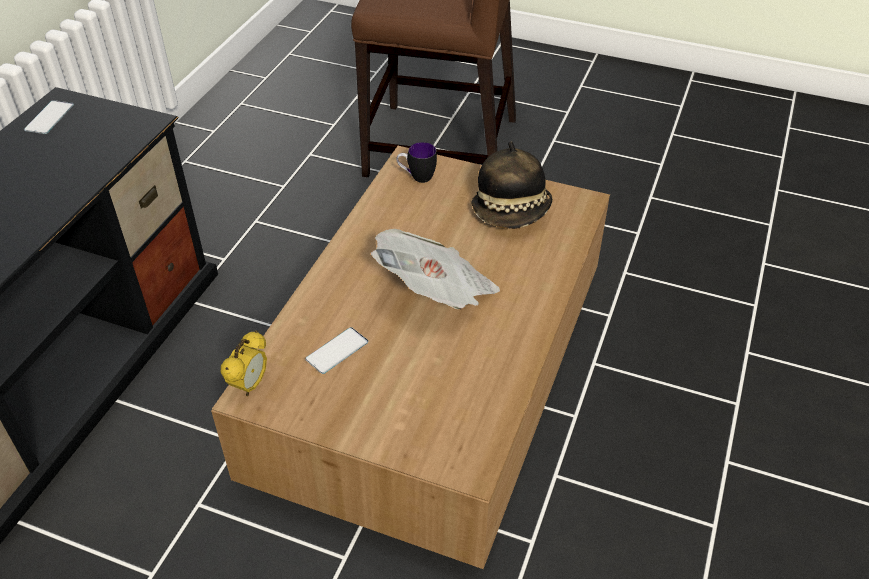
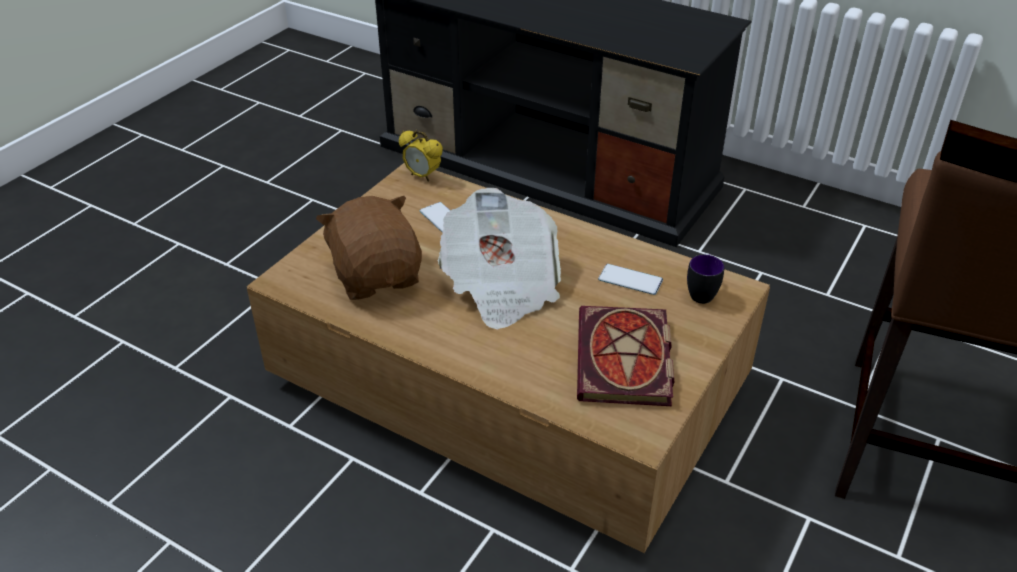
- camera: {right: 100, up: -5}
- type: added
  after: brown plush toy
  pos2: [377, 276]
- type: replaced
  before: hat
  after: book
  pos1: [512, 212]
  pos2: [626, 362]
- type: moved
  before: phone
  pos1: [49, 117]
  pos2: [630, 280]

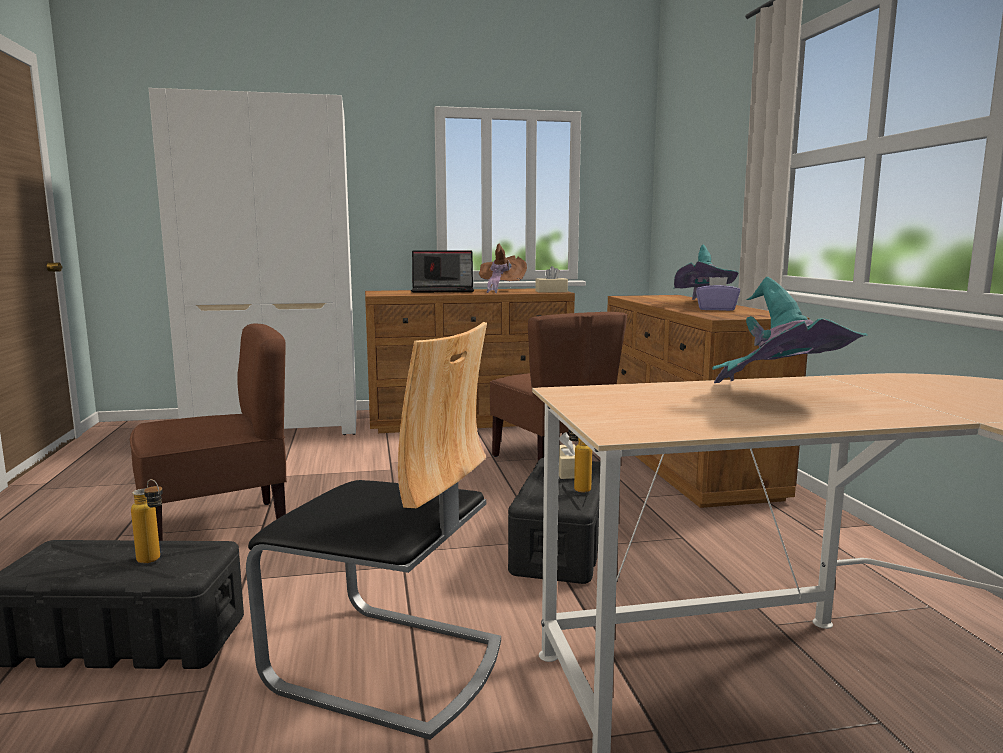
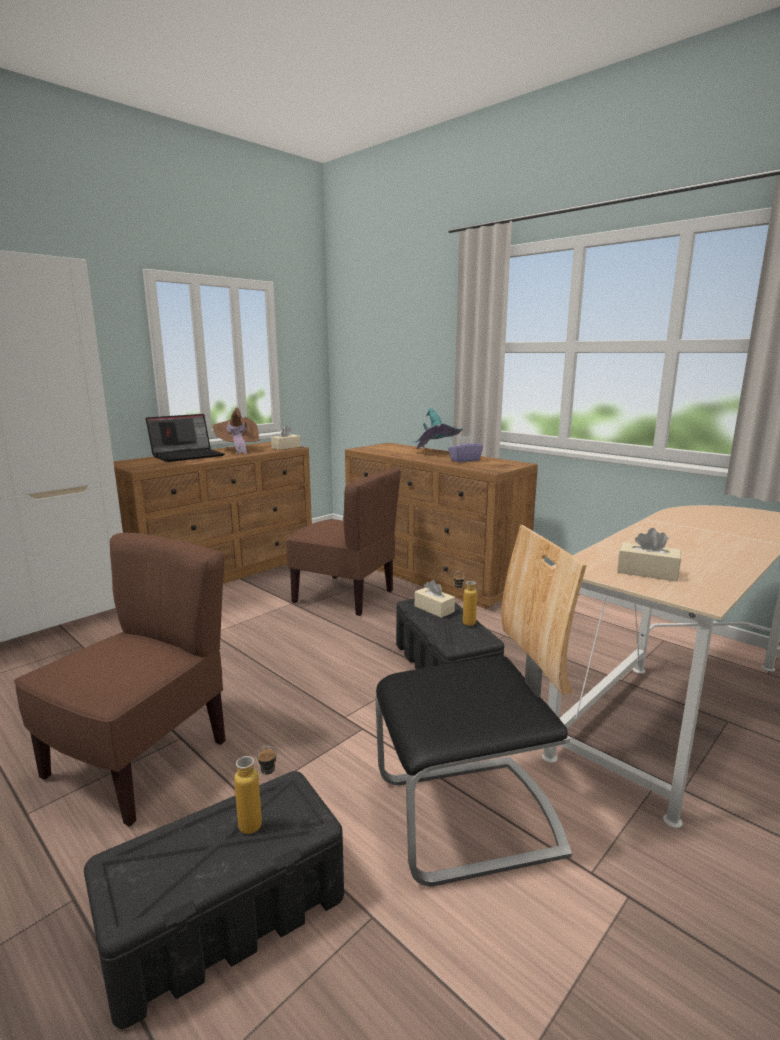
- camera: {right: -35, up: 5}
- type: added
  after: beige tissue box
  pos2: [647, 572]
- type: removed
  before: turquoise hat
  pos1: [779, 398]

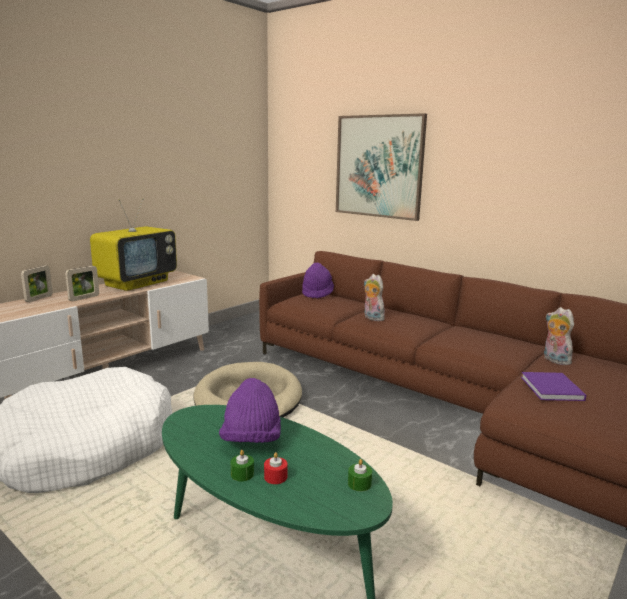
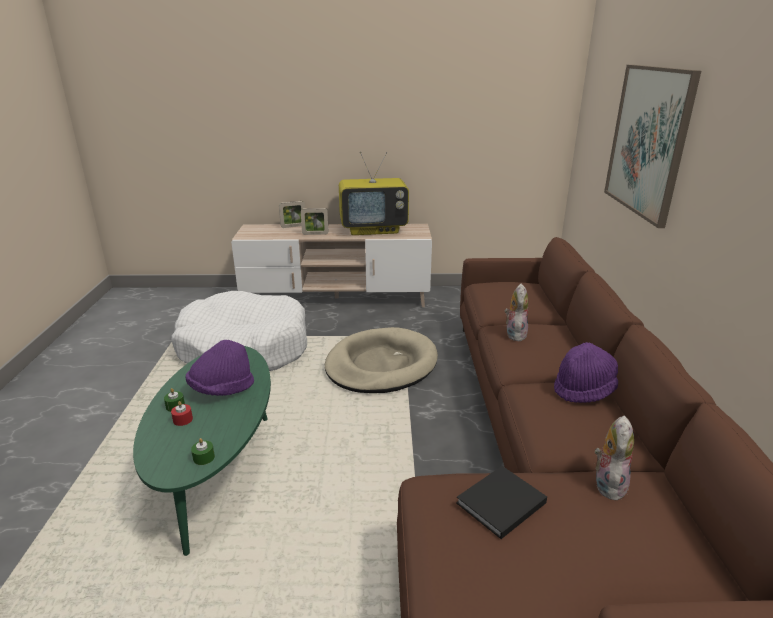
- camera: {right: 50, up: 10}
- type: recoloured
  before: purple book
  after: black book
  pos1: [552, 389]
  pos2: [499, 504]
- type: moved
  before: purple hat
  pos1: [317, 293]
  pos2: [585, 389]

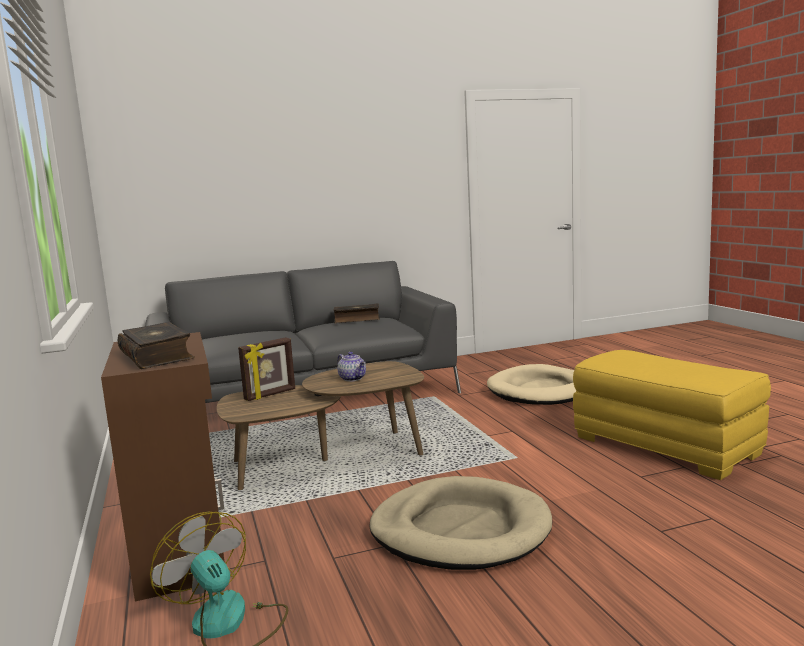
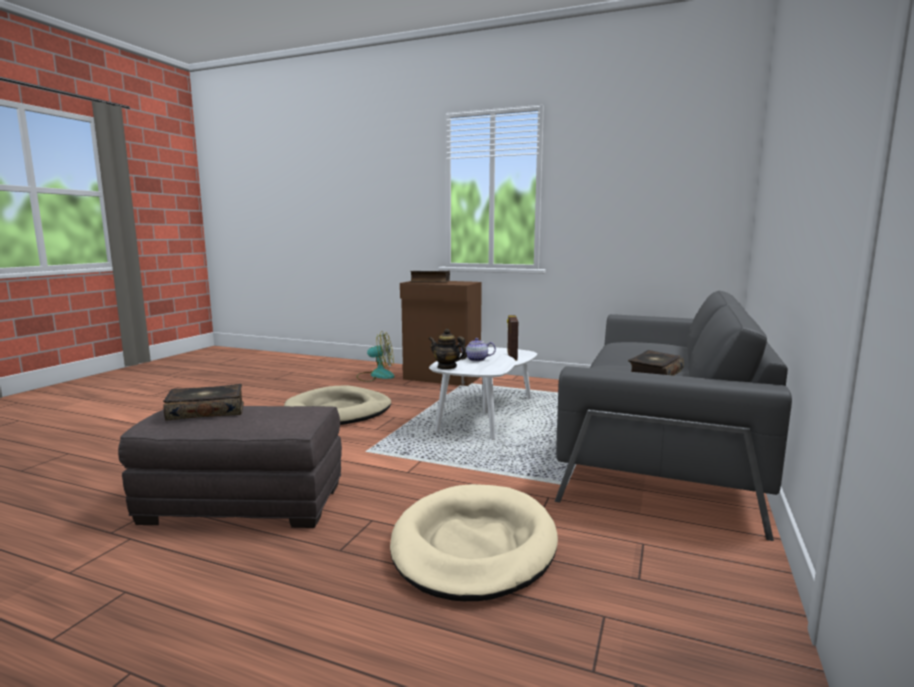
- camera: {right: 130, up: 0}
- type: recoloured
  before: yellow ottoman
  after: grey ottoman
  pos1: [663, 446]
  pos2: [245, 503]
- type: added
  after: book
  pos2: [206, 411]
- type: added
  after: teapot
  pos2: [447, 367]
- type: recoloured
  before: brown coffee table
  after: white coffee table
  pos1: [327, 459]
  pos2: [486, 413]

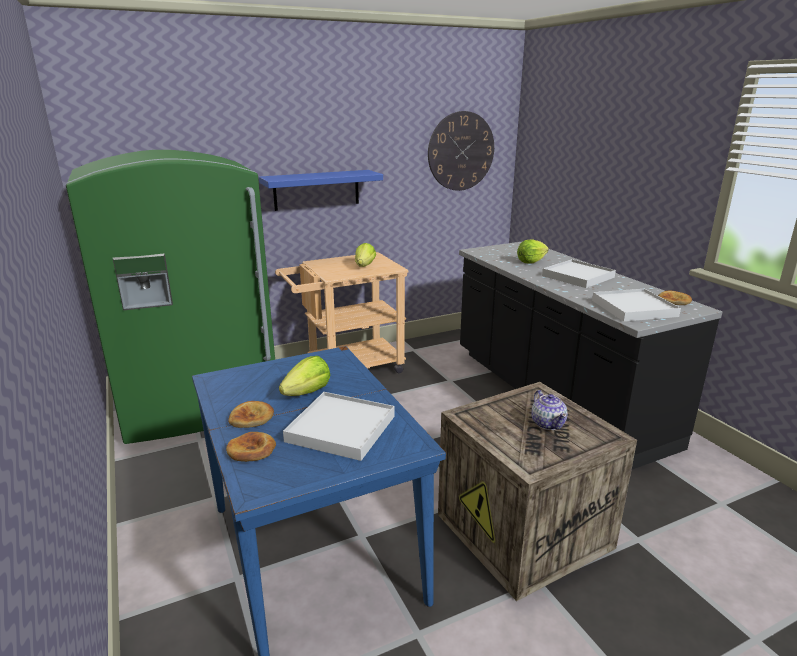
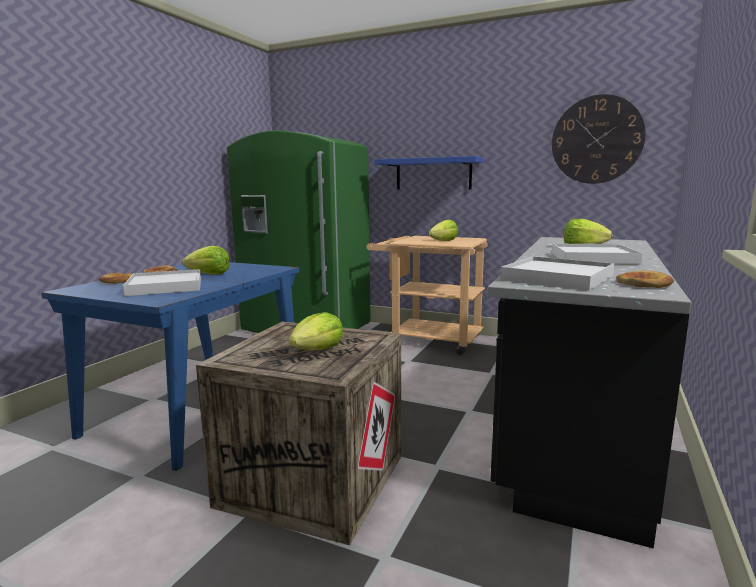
- camera: {right: 50, up: -10}
- type: replaced
  before: teapot
  after: lettuce
  pos1: [548, 423]
  pos2: [318, 350]

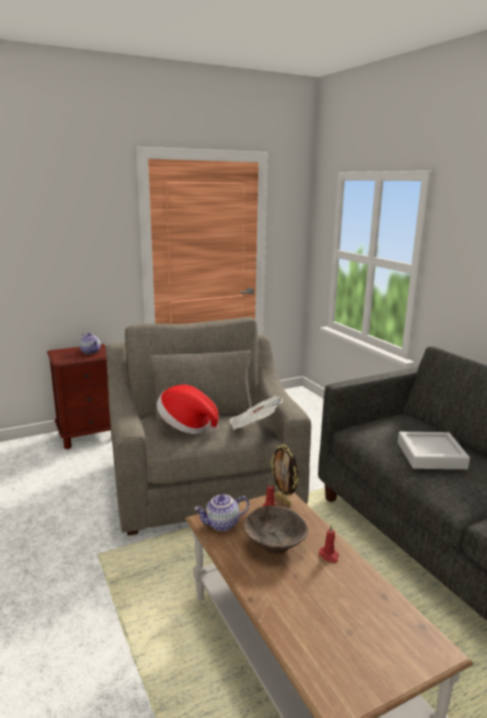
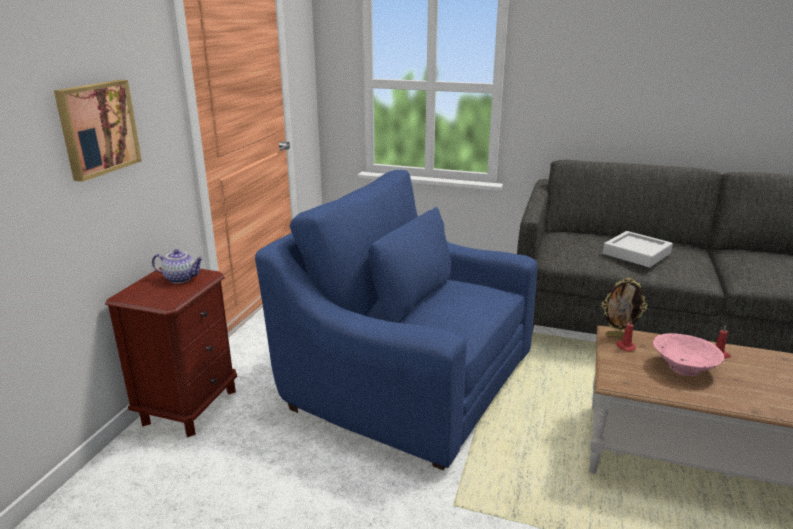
- camera: {right: -45, up: 5}
- type: added
  after: picture
  pos2: [97, 128]
- type: recoloured
  before: grey armchair
  after: blue armchair
  pos1: [202, 480]
  pos2: [407, 380]
- type: recoloured
  before: brown bowl
  after: pink bowl
  pos1: [274, 544]
  pos2: [683, 368]
- type: removed
  before: hat
  pos1: [186, 426]
- type: removed
  before: teapot
  pos1: [222, 524]
- type: removed
  before: newspaper
  pos1: [254, 426]

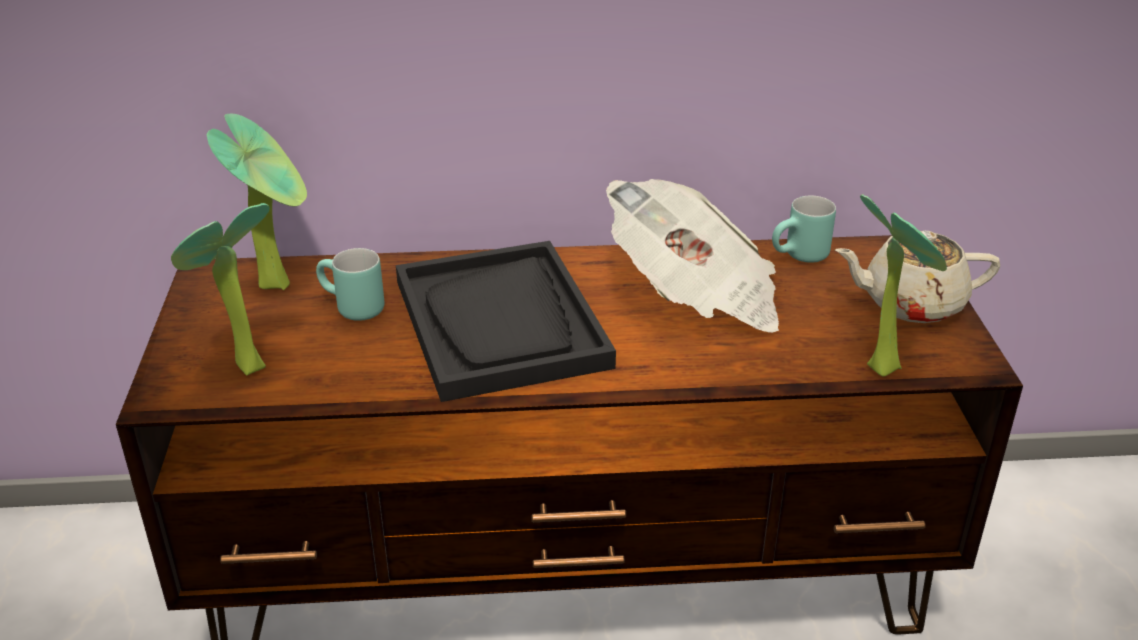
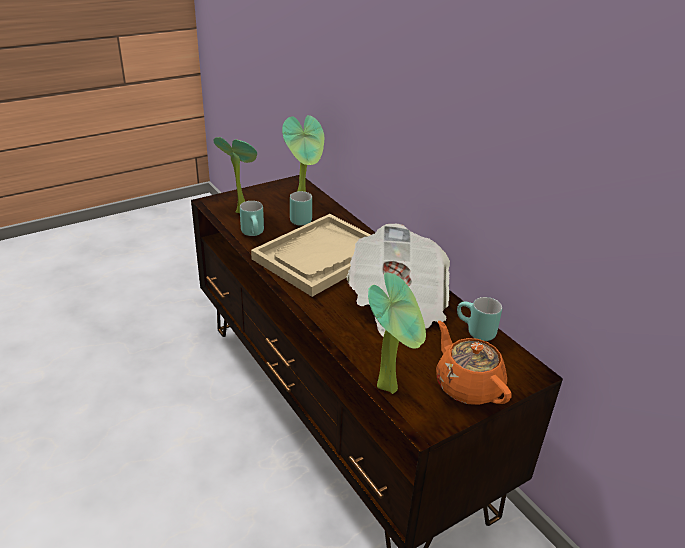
- camera: {right: 60, up: 0}
- type: added
  after: turquoise mug
  pos2: [255, 234]
- type: recoloured
  before: black tray
  after: beige tray
  pos1: [501, 323]
  pos2: [321, 256]
- type: recoloured
  before: beige teapot
  after: orange teapot
  pos1: [910, 303]
  pos2: [467, 385]

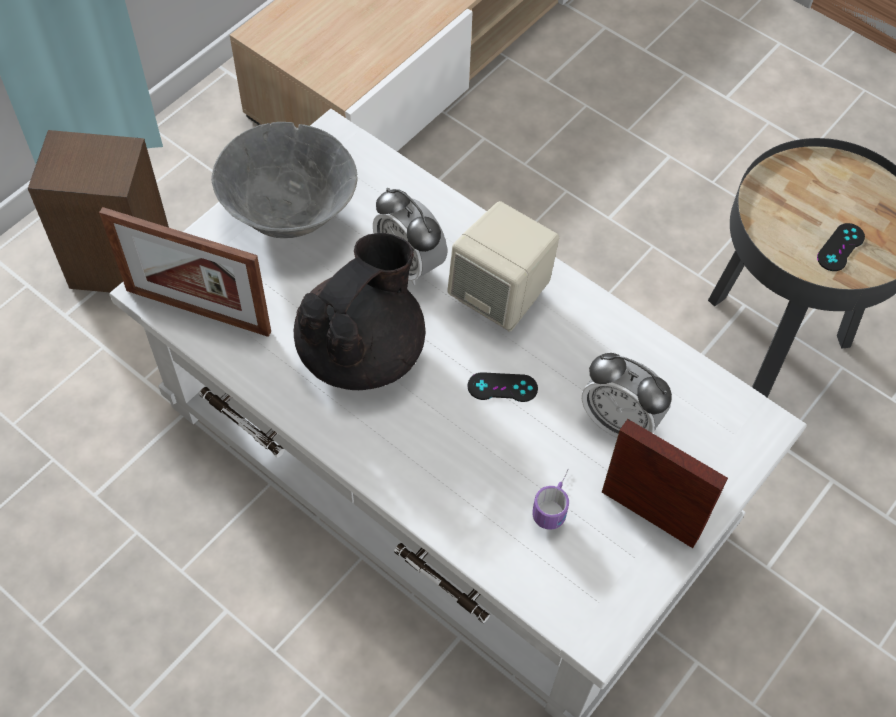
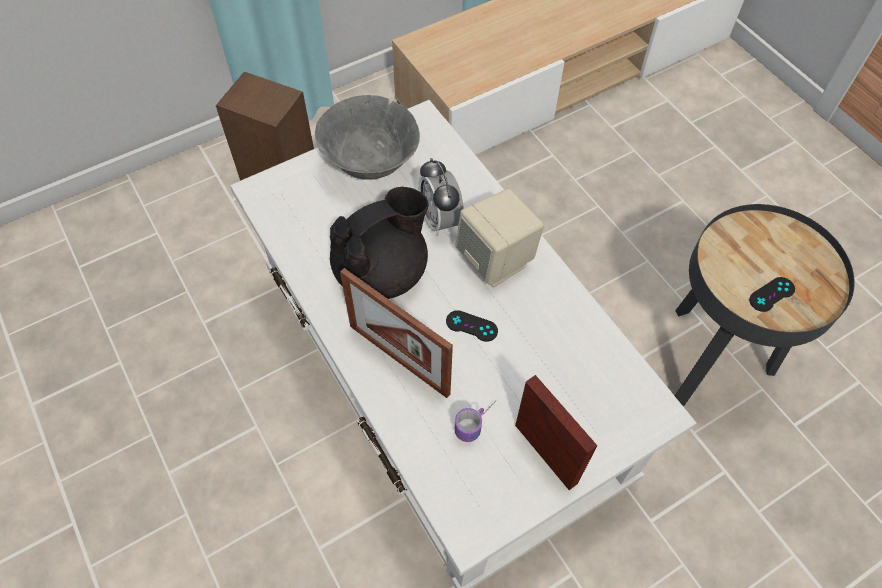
- camera: {right: 20, up: 0}
- type: moved
  before: picture frame
  pos1: [198, 311]
  pos2: [399, 359]
- type: removed
  before: alarm clock
  pos1: [619, 422]

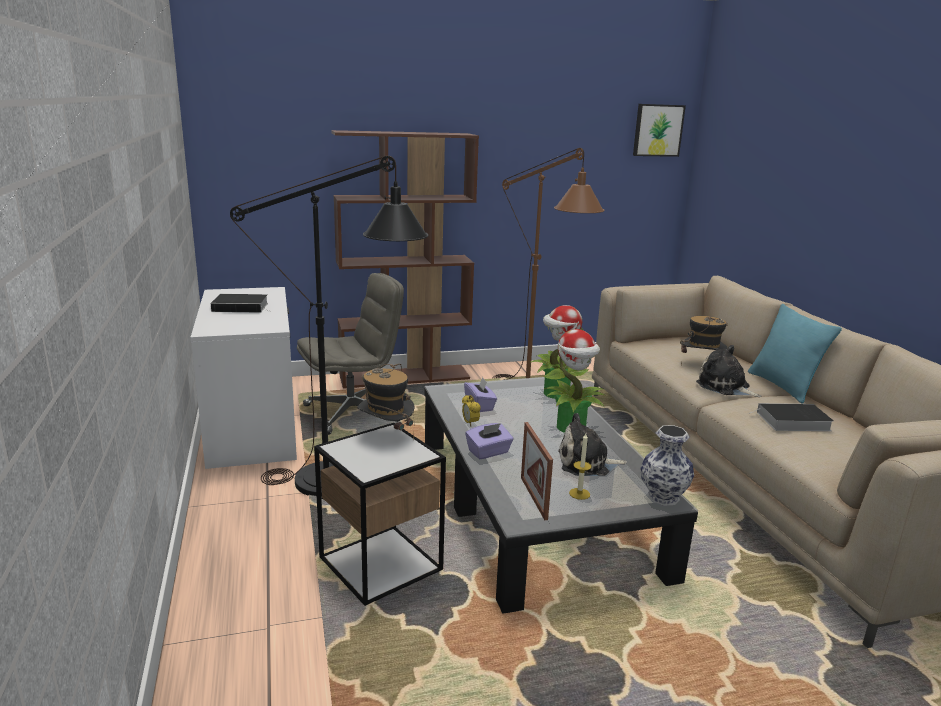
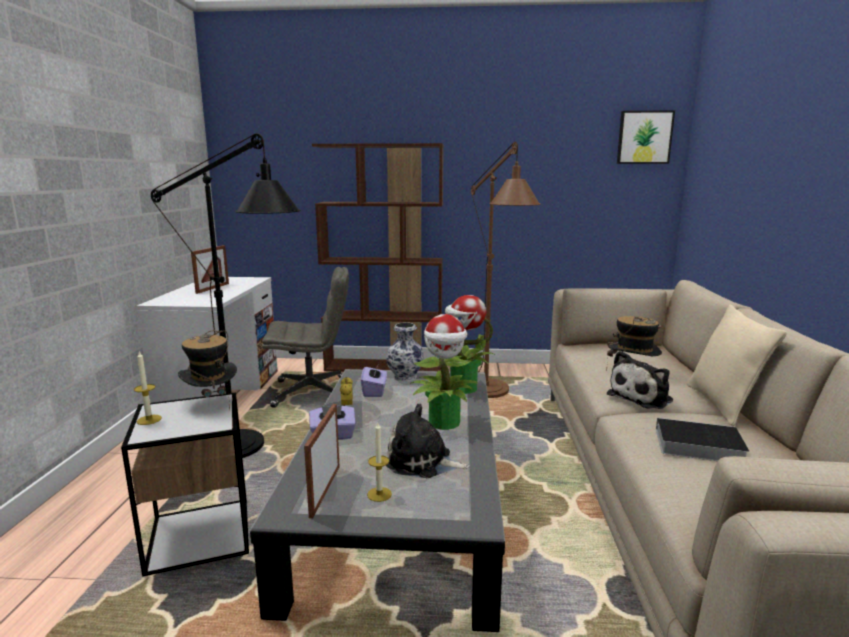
- camera: {right: 20, up: -5}
- type: added
  after: candle
  pos2: [149, 420]
- type: replaced
  before: book
  after: picture frame
  pos1: [242, 307]
  pos2: [213, 288]
- type: moved
  before: vase
  pos1: [662, 496]
  pos2: [405, 377]
- type: turned
  before: plush toy
  pos1: [725, 387]
  pos2: [642, 397]
  turn: -105
- type: recoloured
  before: turquoise pillow
  after: beige pillow
  pos1: [783, 386]
  pos2: [722, 404]

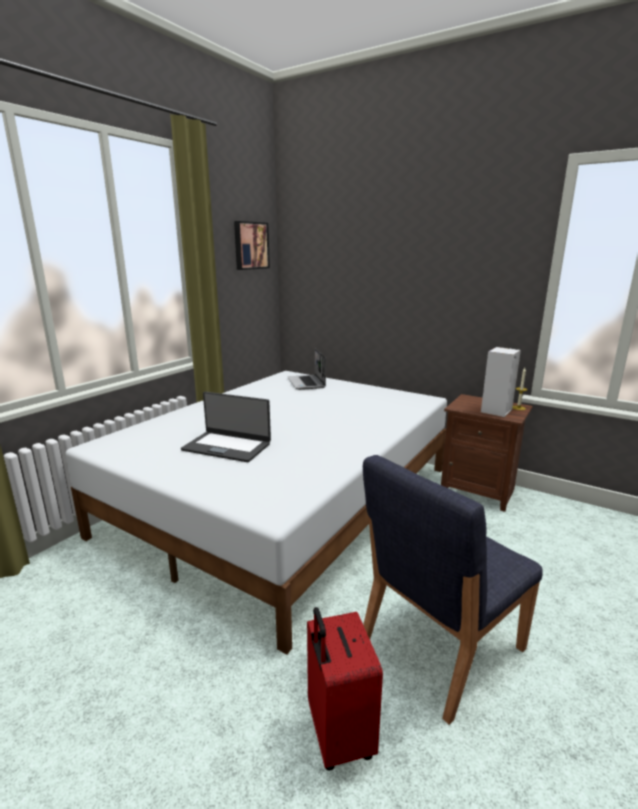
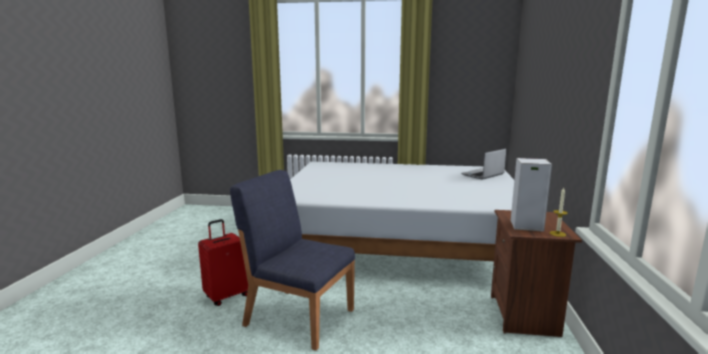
- camera: {right: 65, up: -5}
- type: removed
  before: laptop
  pos1: [227, 446]
- type: removed
  before: picture
  pos1: [250, 245]

